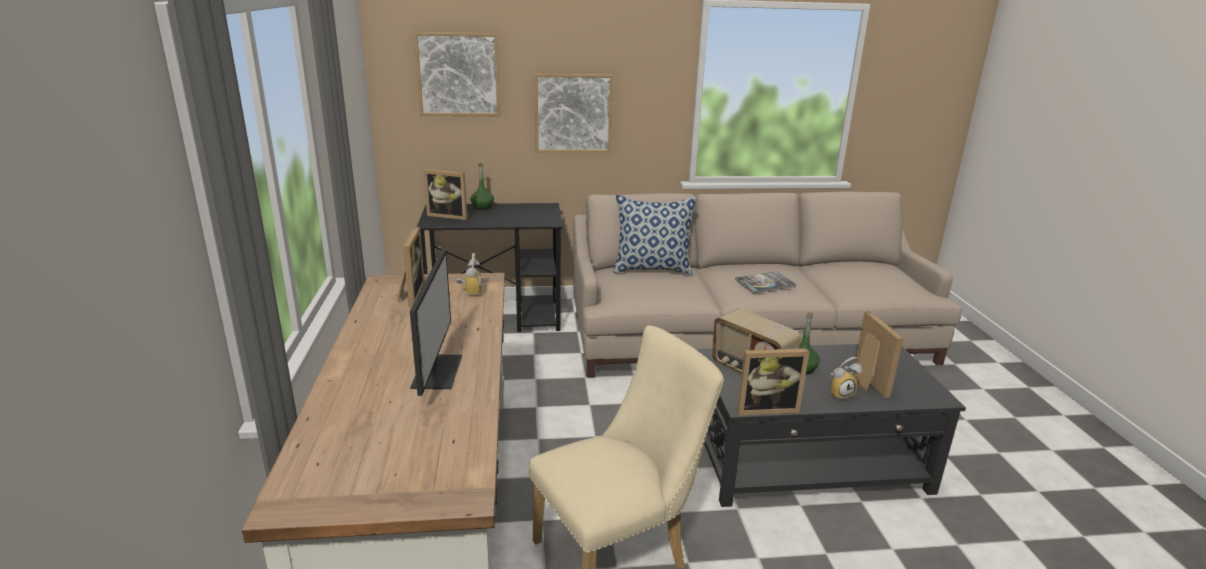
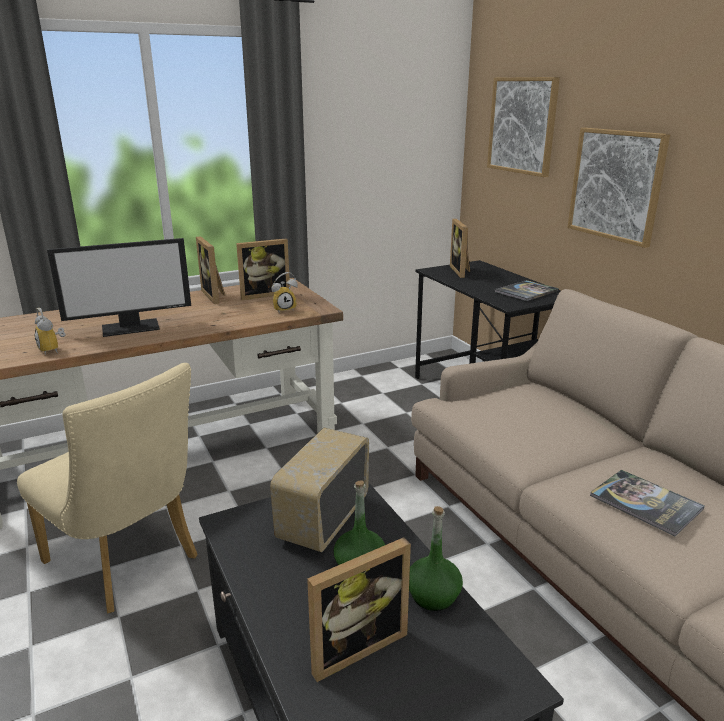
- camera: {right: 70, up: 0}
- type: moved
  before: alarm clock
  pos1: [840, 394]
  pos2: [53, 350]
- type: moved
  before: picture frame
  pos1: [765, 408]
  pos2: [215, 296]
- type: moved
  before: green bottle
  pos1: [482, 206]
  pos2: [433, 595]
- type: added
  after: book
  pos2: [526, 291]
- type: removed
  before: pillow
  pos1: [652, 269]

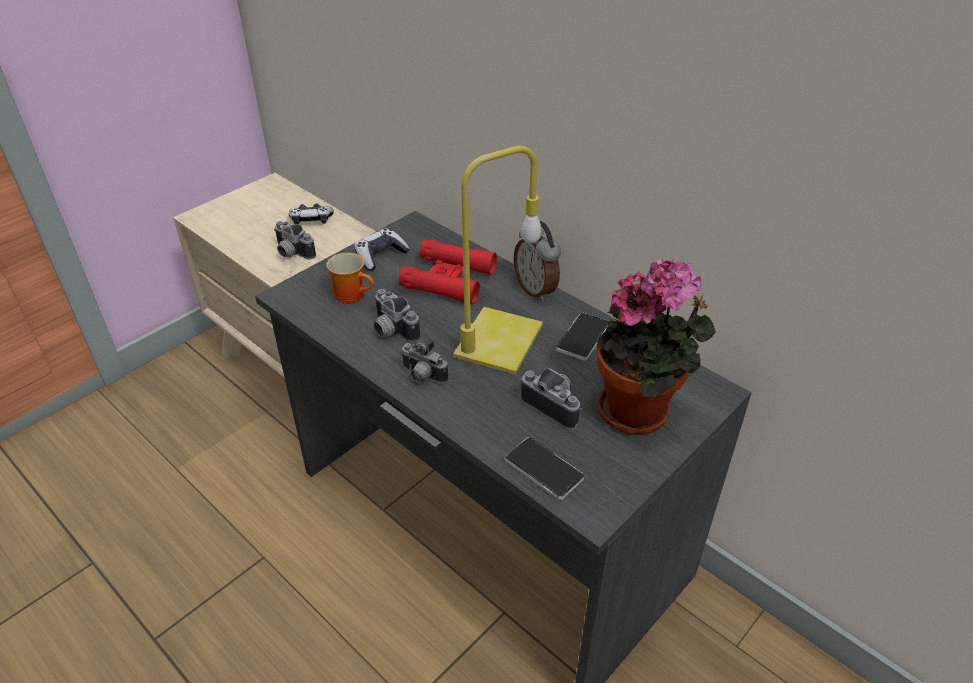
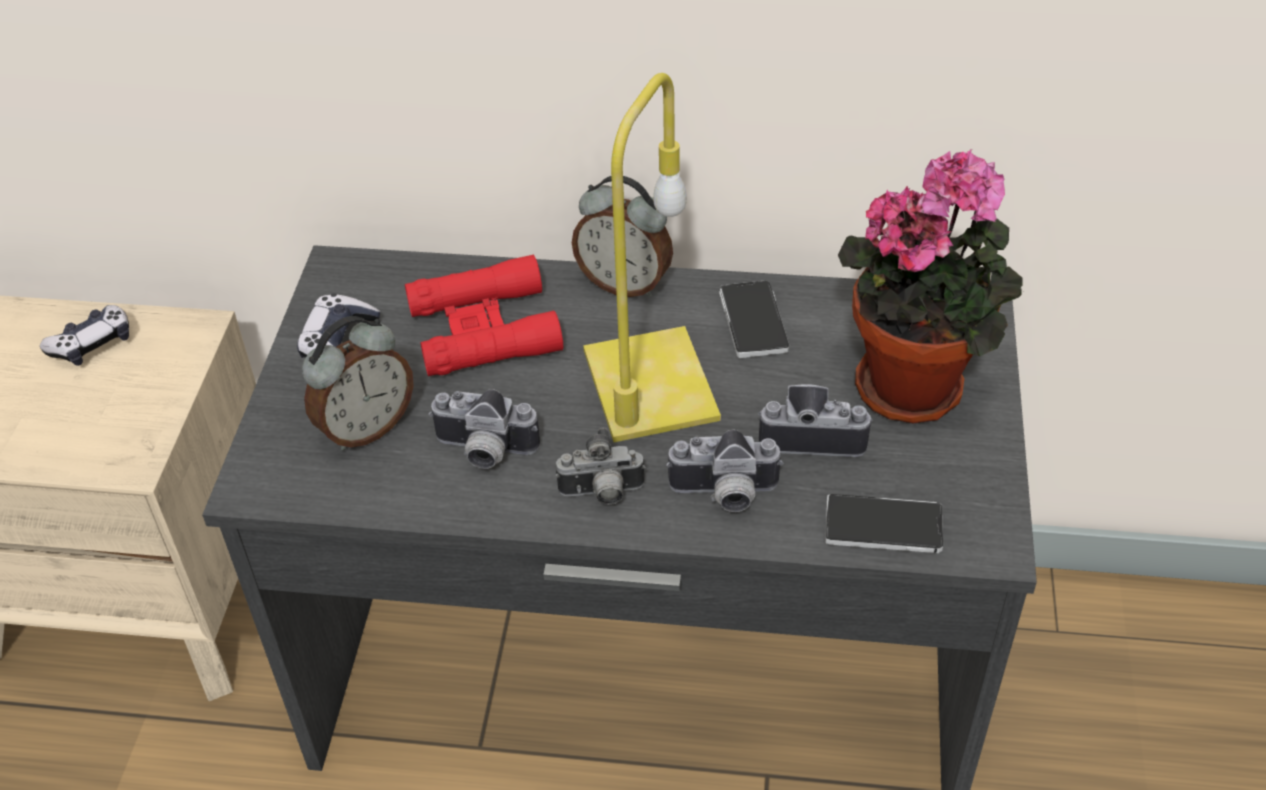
- camera: {right: -35, up: 5}
- type: replaced
  before: mug
  after: alarm clock
  pos1: [354, 294]
  pos2: [366, 427]
- type: moved
  before: photo camera
  pos1: [291, 253]
  pos2: [724, 495]

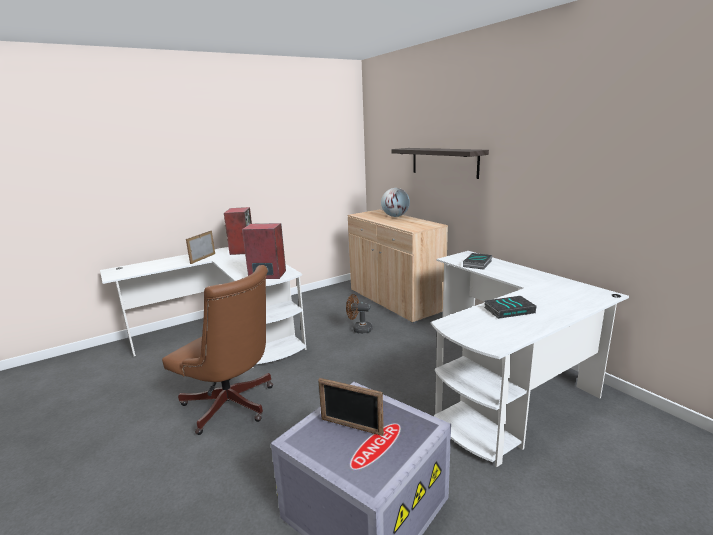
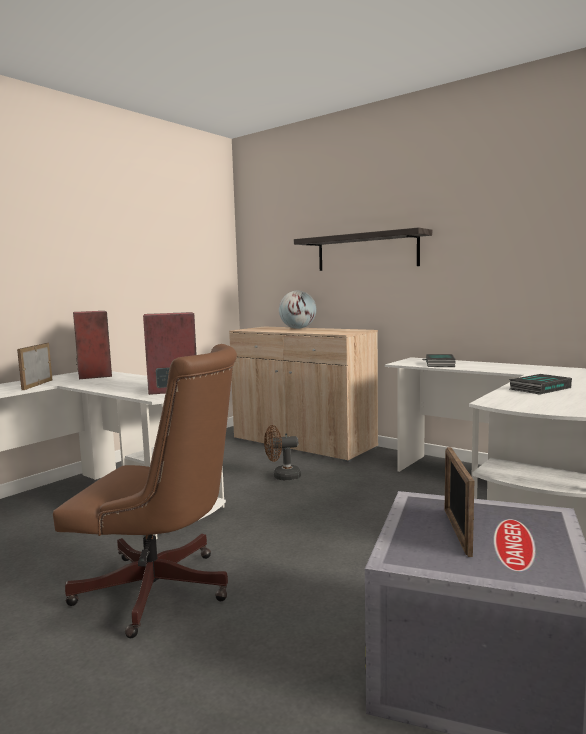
- camera: {right: -20, up: -10}
- type: turned
  before: picture frame
  pos1: [351, 426]
  pos2: [457, 531]
  turn: 90

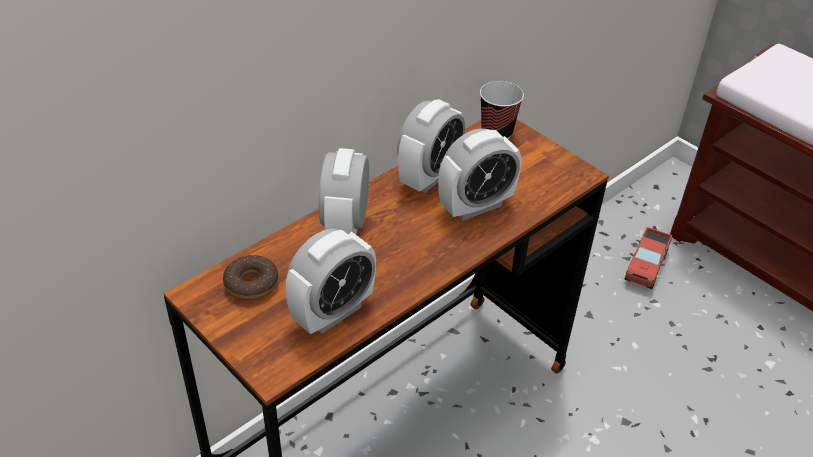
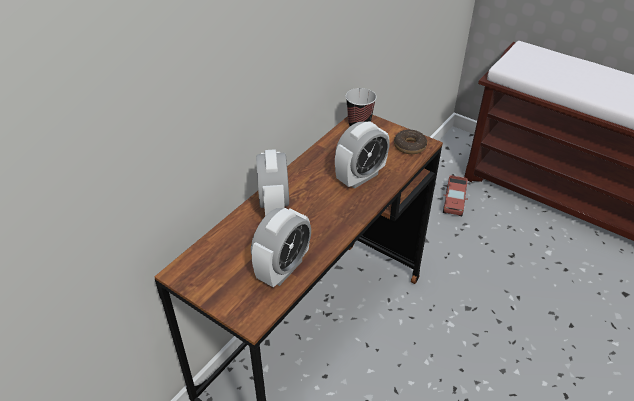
- camera: {right: -10, up: 0}
- type: moved
  before: donut
  pos1: [251, 284]
  pos2: [409, 146]
- type: removed
  before: alarm clock
  pos1: [429, 177]

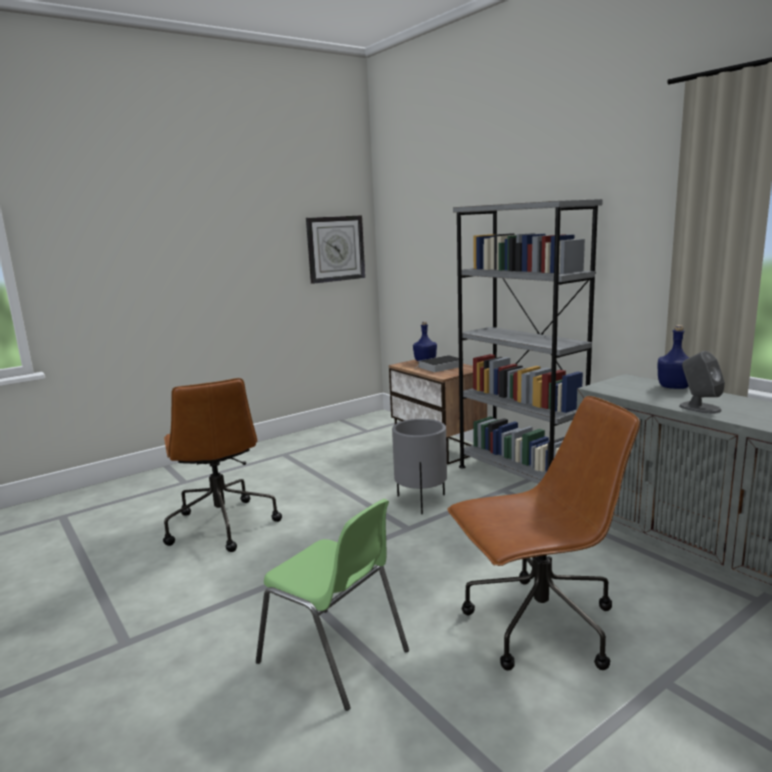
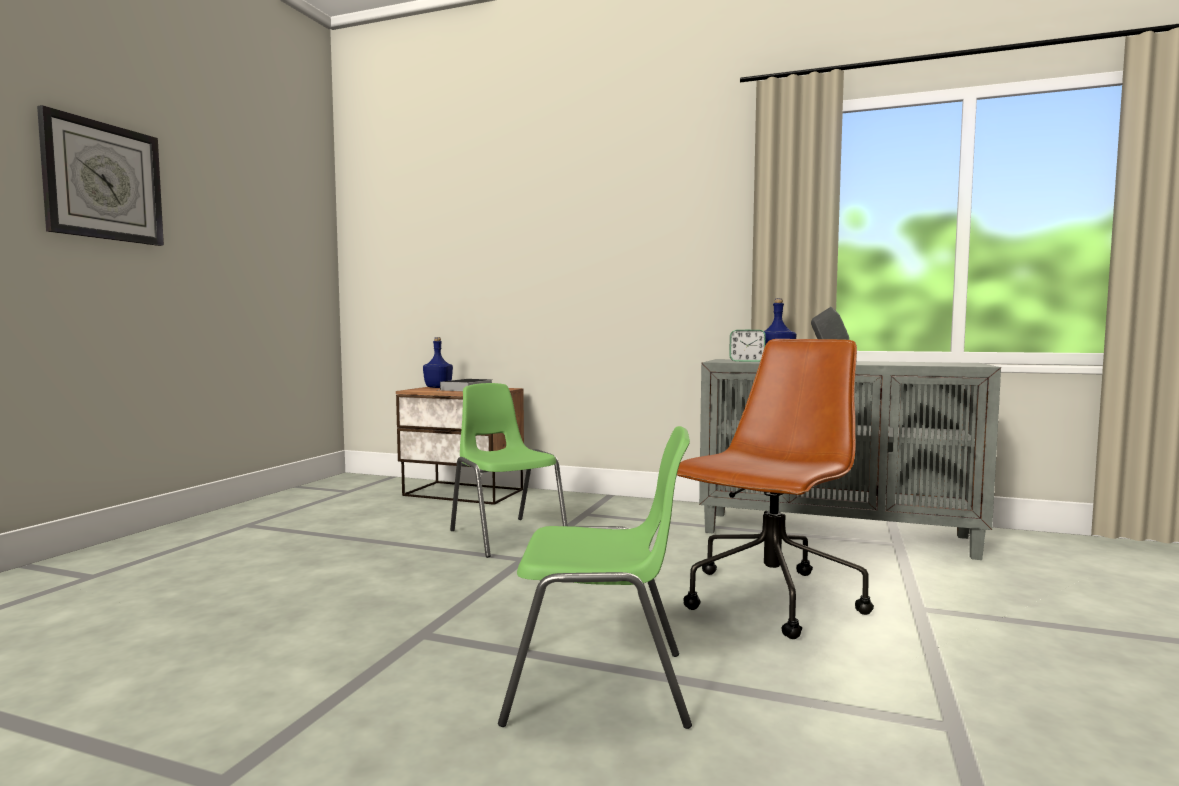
- camera: {right: -35, up: -10}
- type: moved
  before: wall clock
  pos1: [335, 249]
  pos2: [103, 181]
- type: replaced
  before: grey planter
  after: green chair
  pos1: [421, 501]
  pos2: [506, 536]
- type: added
  after: alarm clock
  pos2: [746, 361]
- type: removed
  before: brown office chair
  pos1: [221, 525]
- type: removed
  before: grey bookcase
  pos1: [519, 477]

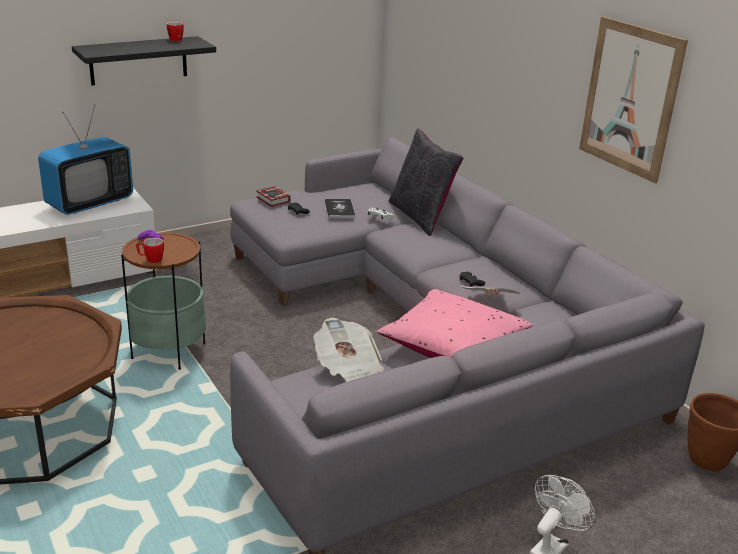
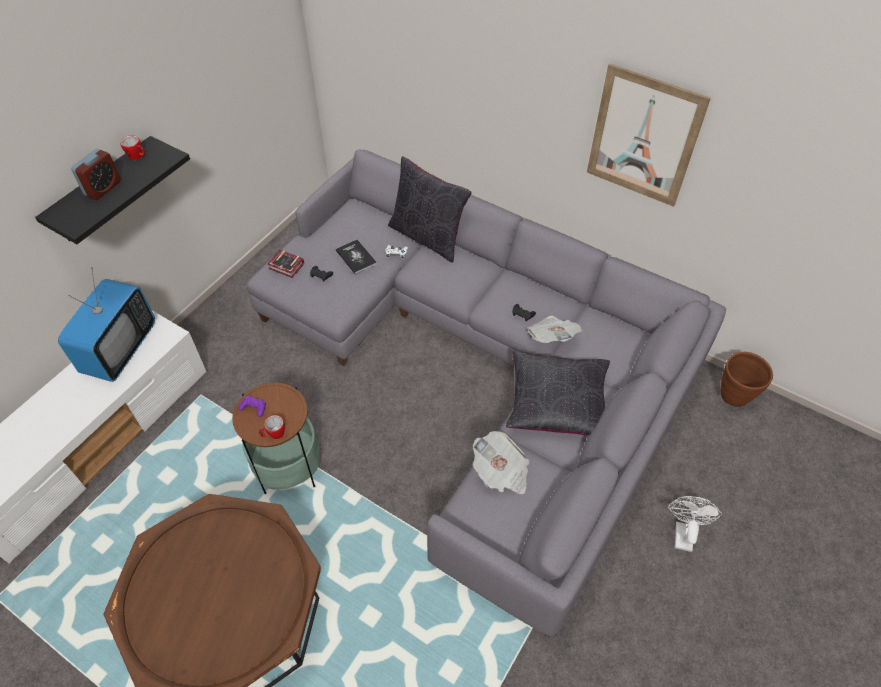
- camera: {right: -25, up: 25}
- type: added
  after: alarm clock
  pos2: [103, 188]
- type: recoloured
  before: pink pillow
  after: black pillow
  pos1: [453, 346]
  pos2: [557, 402]

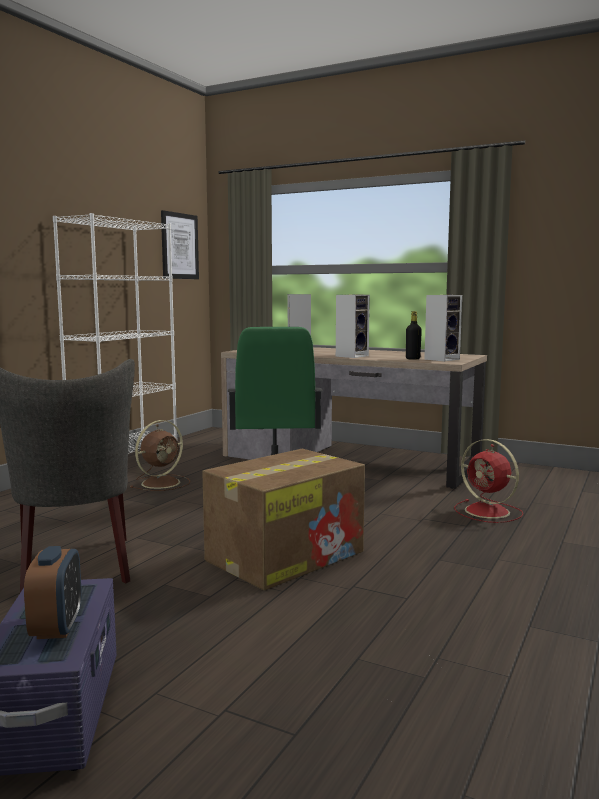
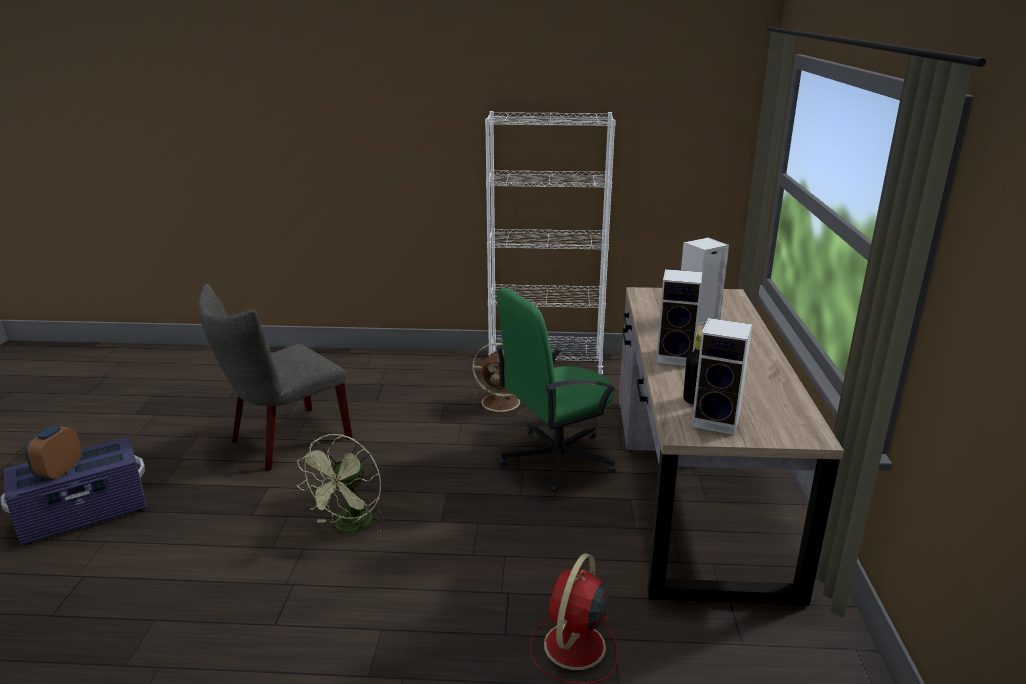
- camera: {right: 65, up: 15}
- type: turned
  before: alarm clock
  pos1: [57, 627]
  pos2: [59, 470]
  turn: 135
- type: replaced
  before: cardboard box
  after: green fan
  pos1: [286, 555]
  pos2: [350, 527]
- type: removed
  before: picture
  pos1: [179, 246]

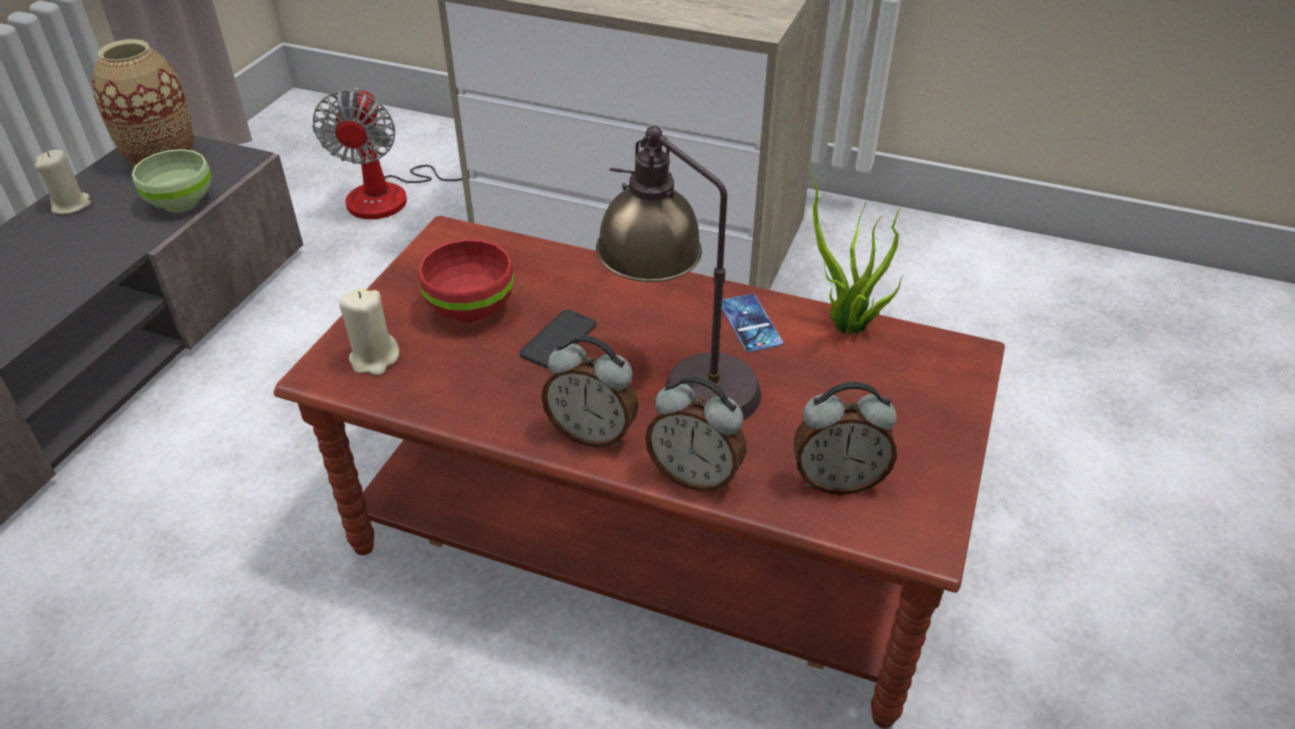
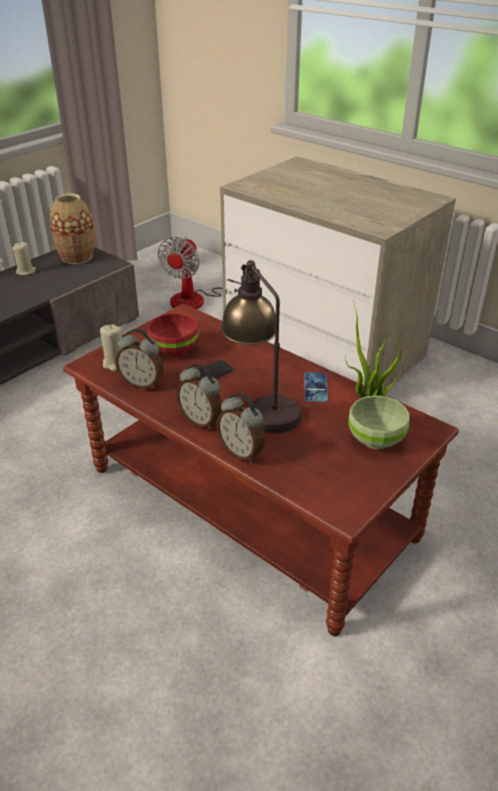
- camera: {right: 20, up: -5}
- type: moved
  before: alarm clock
  pos1: [837, 480]
  pos2: [142, 383]
- type: moved
  before: green bowl
  pos1: [180, 202]
  pos2: [374, 439]

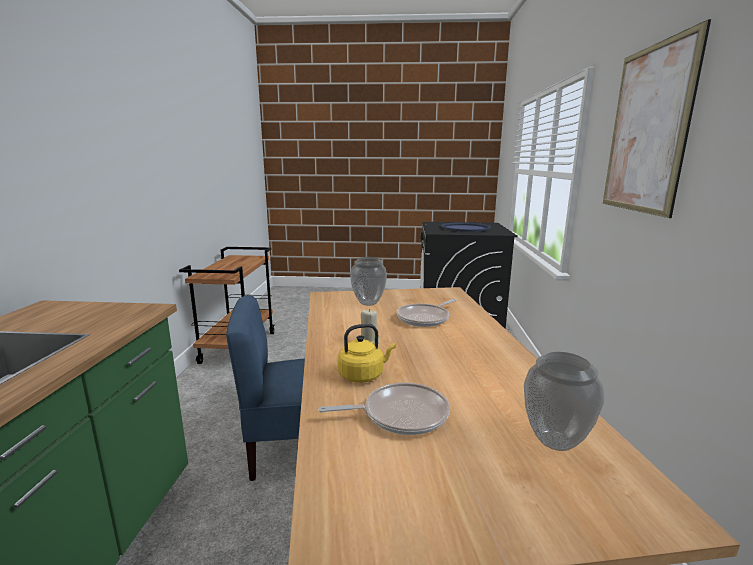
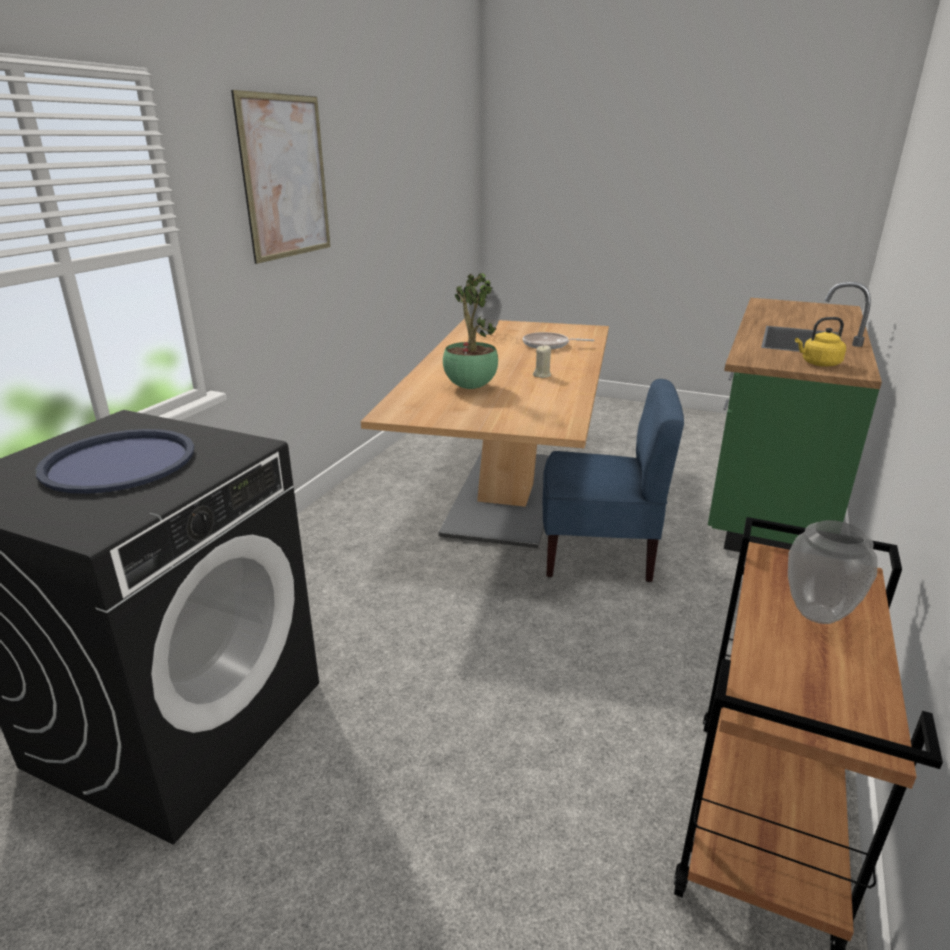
- camera: {right: -160, up: 10}
- type: replaced
  before: frying pan
  after: potted plant
  pos1: [425, 318]
  pos2: [469, 387]
- type: moved
  before: vase
  pos1: [368, 303]
  pos2: [818, 614]
- type: moved
  before: yellow kettle
  pos1: [363, 375]
  pos2: [818, 364]

